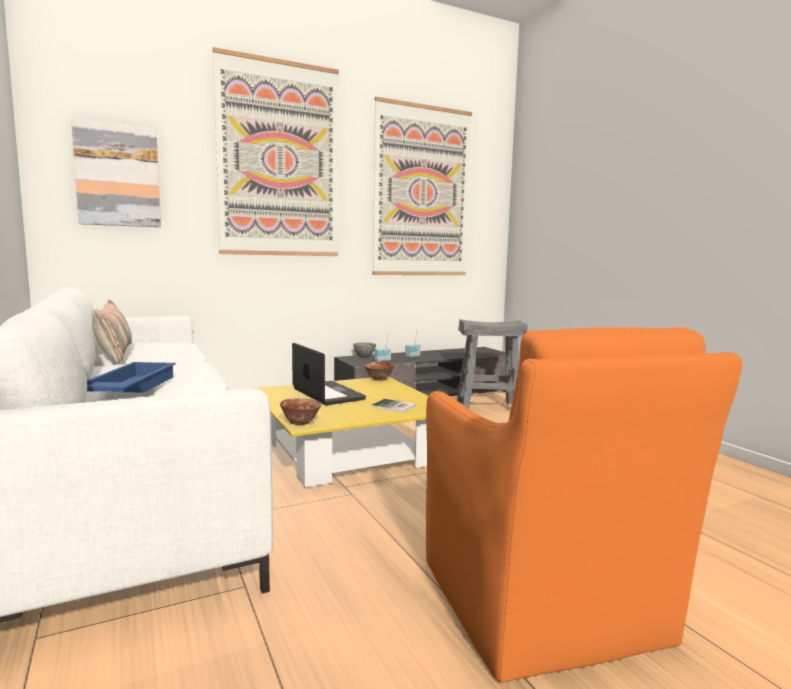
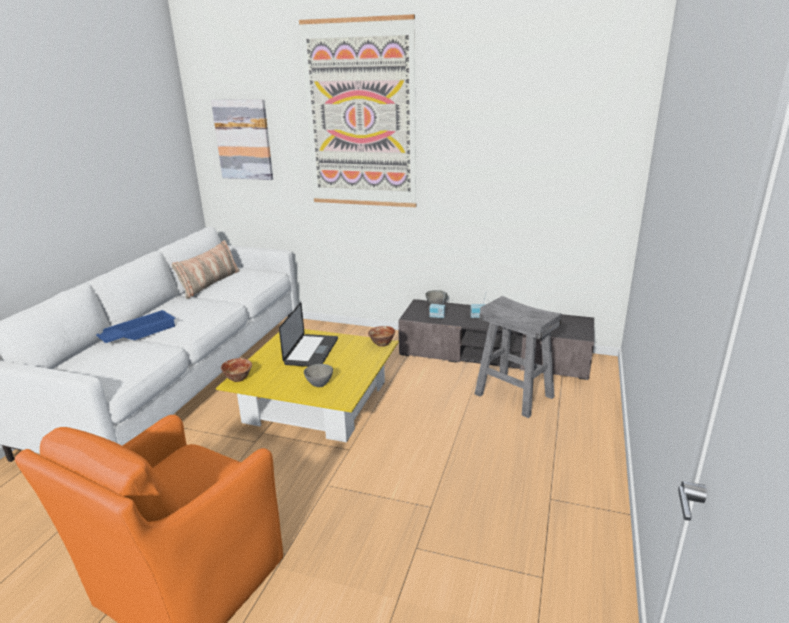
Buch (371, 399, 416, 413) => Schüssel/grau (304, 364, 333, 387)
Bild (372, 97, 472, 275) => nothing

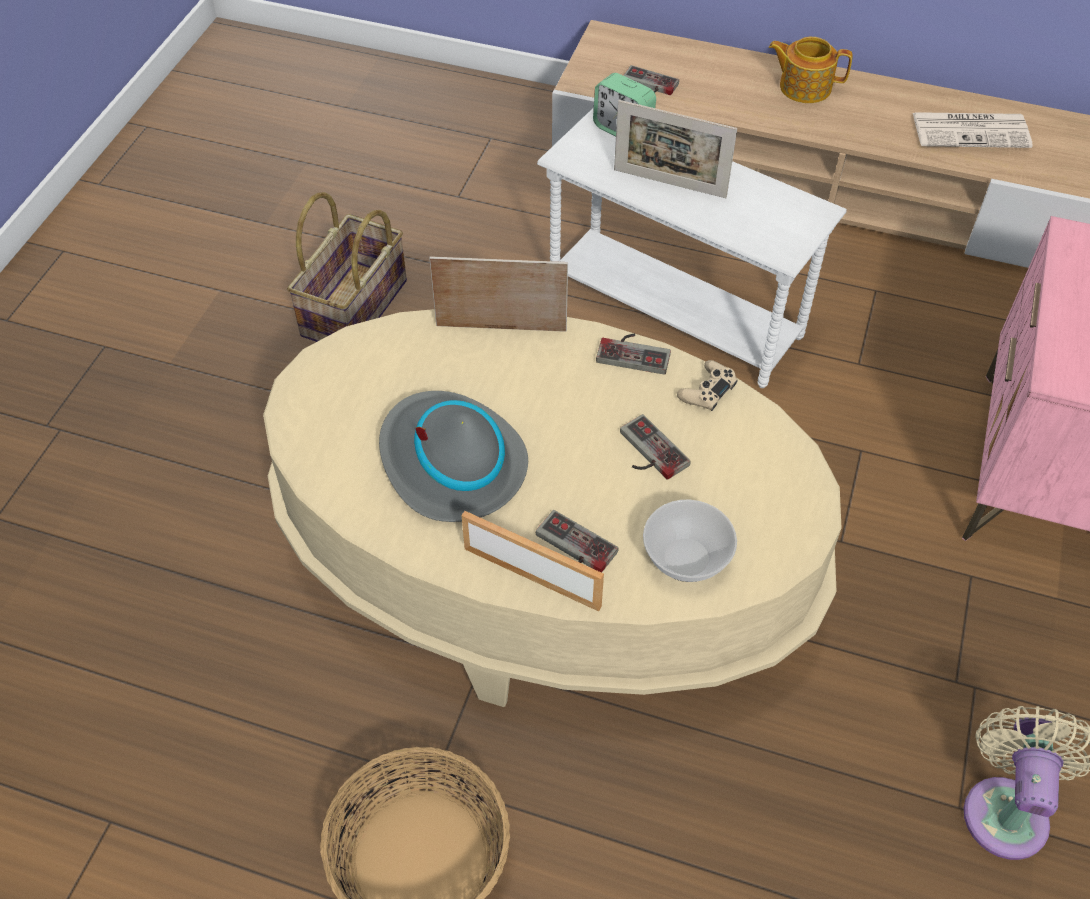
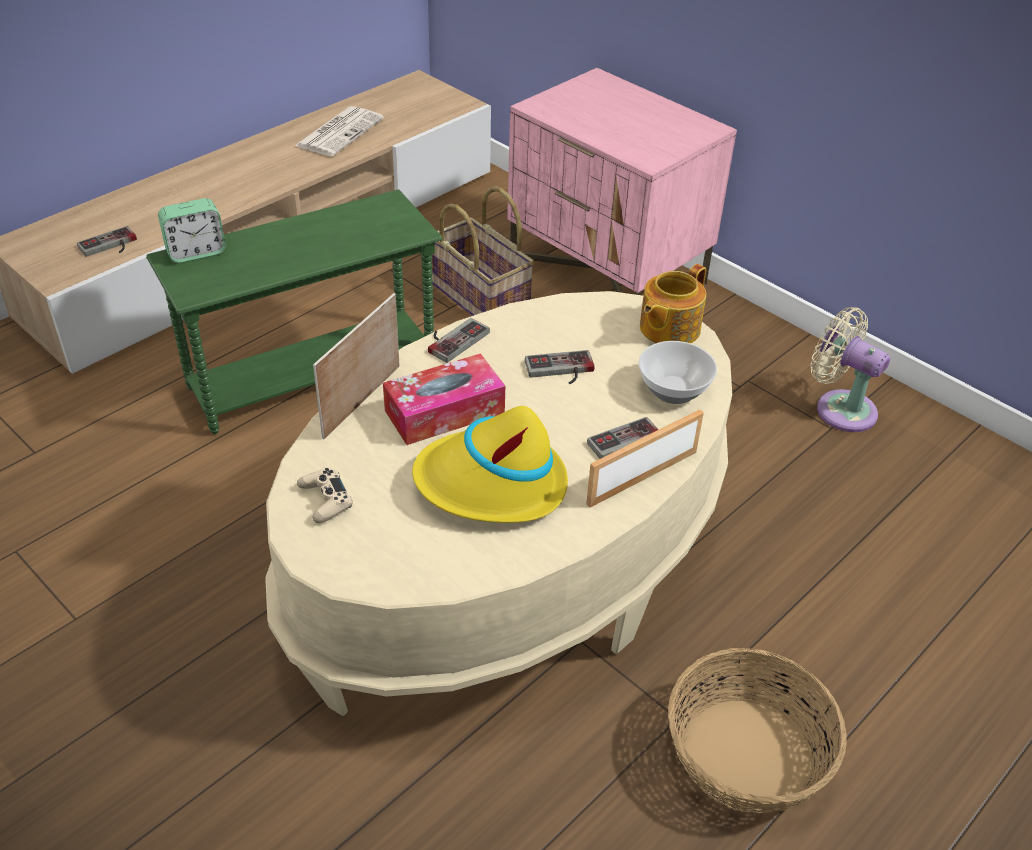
Beistelltisch/weiß (537, 107, 846, 388) => Beistelltisch/grün (146, 189, 442, 434)
Gamepad/beige (677, 360, 738, 411) => Gamepad/beige (297, 467, 352, 523), shifted
nothing => Taschentuchbox (383, 353, 505, 445)
Hut/grau (379, 391, 528, 522) => Hut/gelb (412, 406, 568, 523)
Korb (287, 192, 407, 342) => Korb (432, 186, 534, 316), shifted
Teekanne (769, 37, 853, 103) => Teekanne (640, 264, 706, 343), shifted
Bilderrahmen (614, 100, 737, 198) => nothing

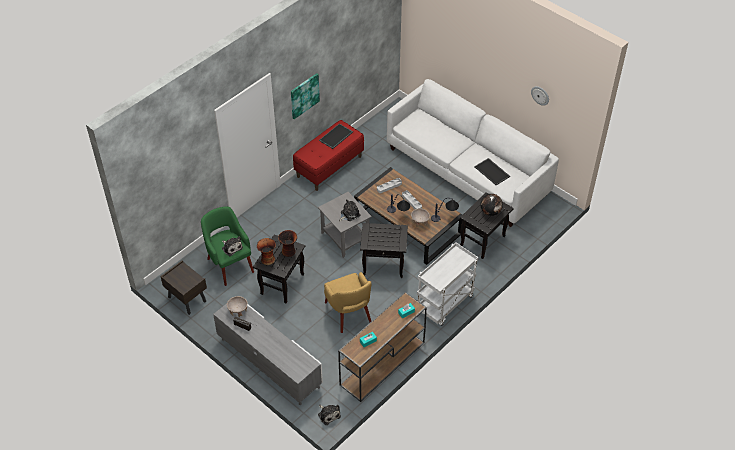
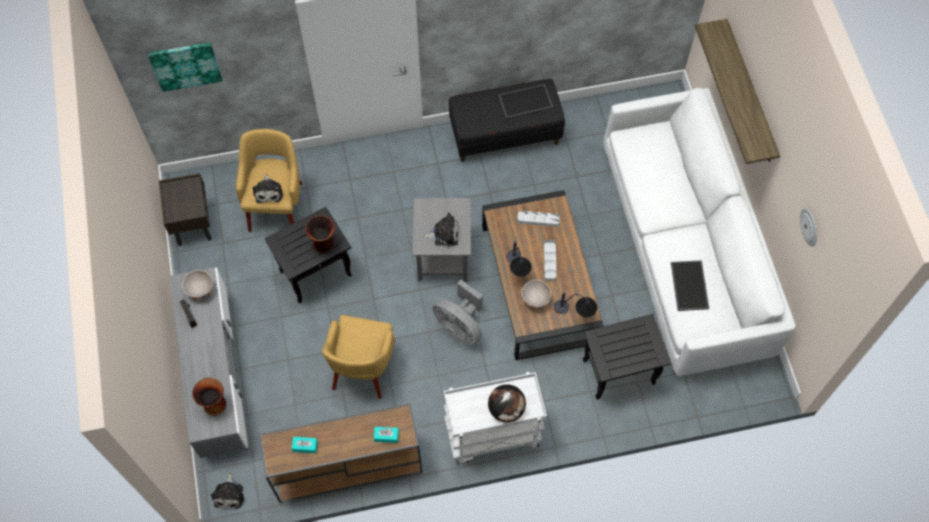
Bild (291, 73, 320, 119) => Bild (148, 42, 223, 92), shifted
Vase (257, 238, 276, 265) => Vase (192, 378, 226, 416), shifted
Sessel/grün (201, 206, 254, 286) => Sessel/gelb (236, 129, 303, 232)
Beistelltisch/schwarz (360, 223, 408, 278) => Ventilator/grau (433, 280, 483, 345)
Bank/rot (293, 120, 364, 191) => Bank/schwarz (449, 79, 565, 162)
Globus (480, 194, 503, 216) => Globus (488, 384, 526, 423), shifted
nothing => Wandregal (695, 19, 780, 164)

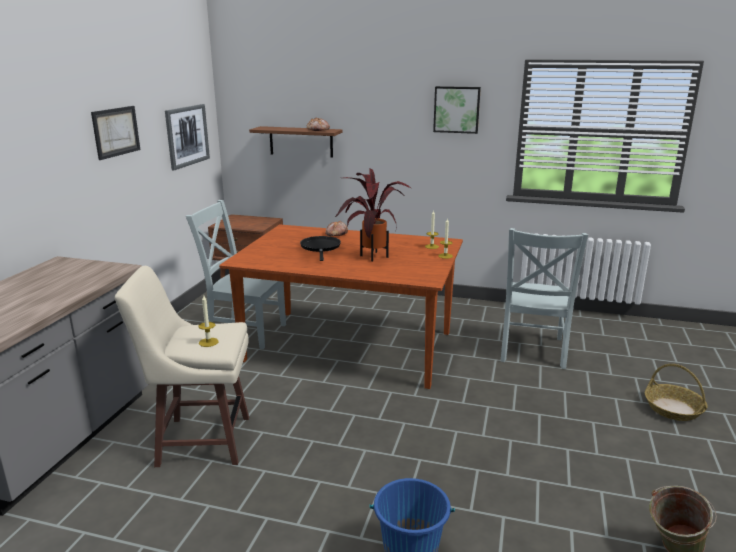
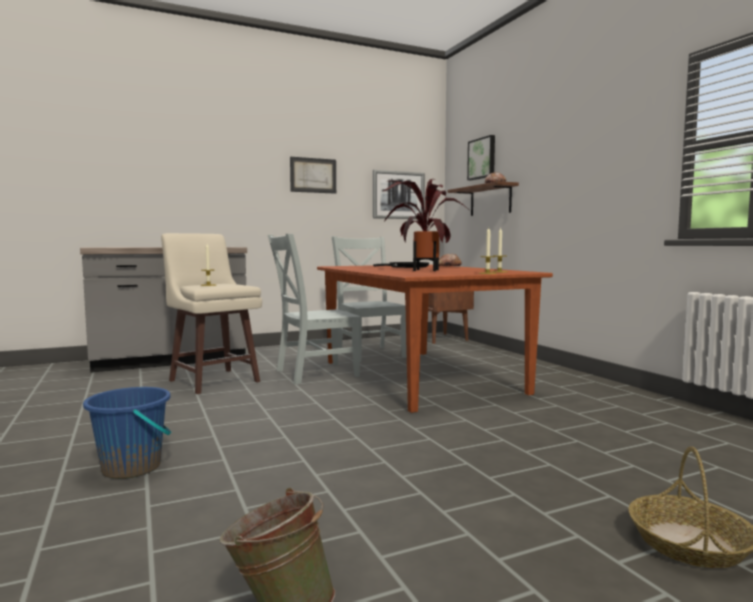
Stuhl/grau (501, 228, 588, 369) => Stuhl/grau (268, 234, 361, 385), shifted
Bild (433, 86, 481, 134) => Bild (467, 135, 495, 180), shifted

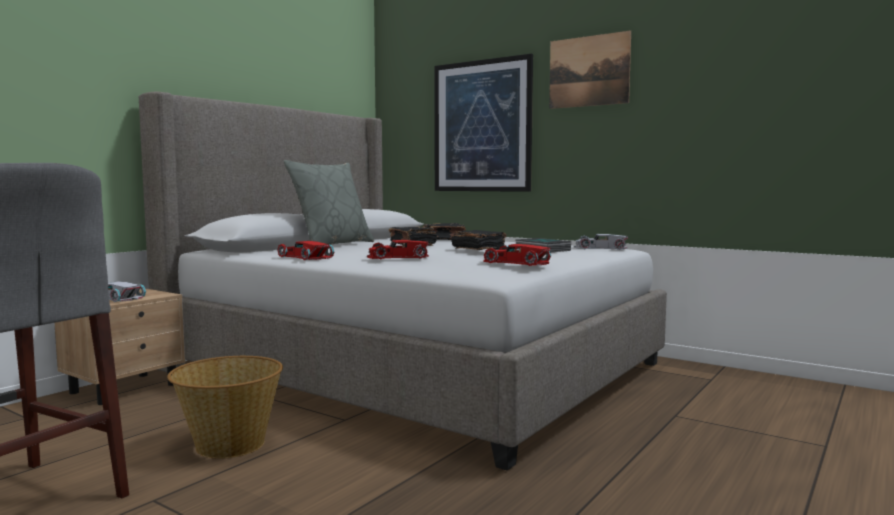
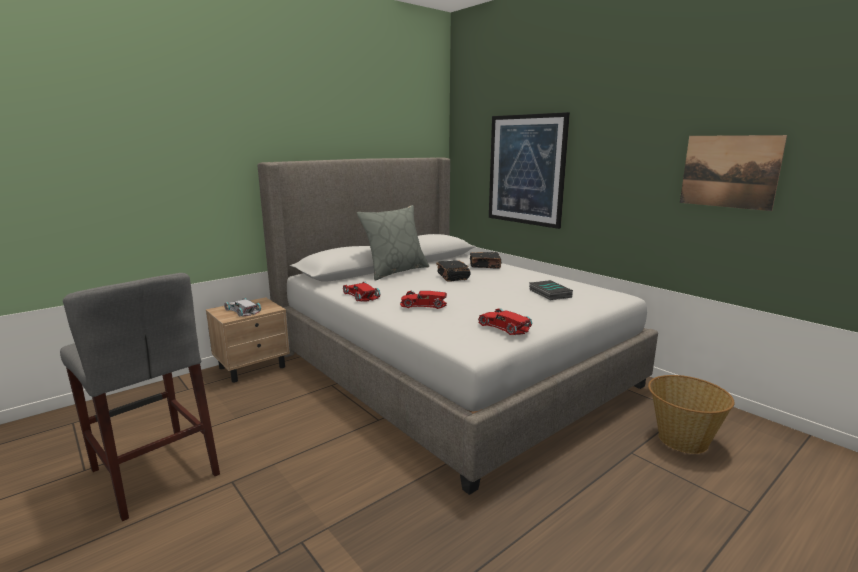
Korb (167, 356, 283, 459) => Korb (648, 375, 734, 454), shifted
Bild (549, 30, 631, 109) => Bild (680, 135, 787, 211), shifted
Buch/schwarz (451, 230, 507, 250) => nothing
Spielzeugauto/weiß (574, 234, 628, 250) => nothing

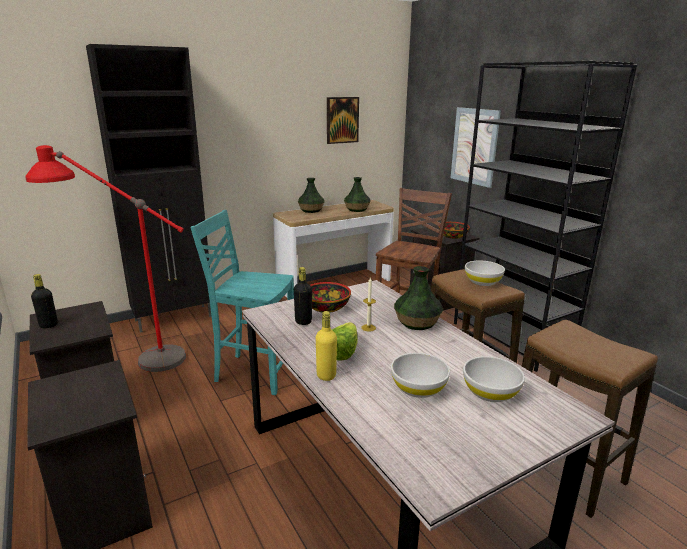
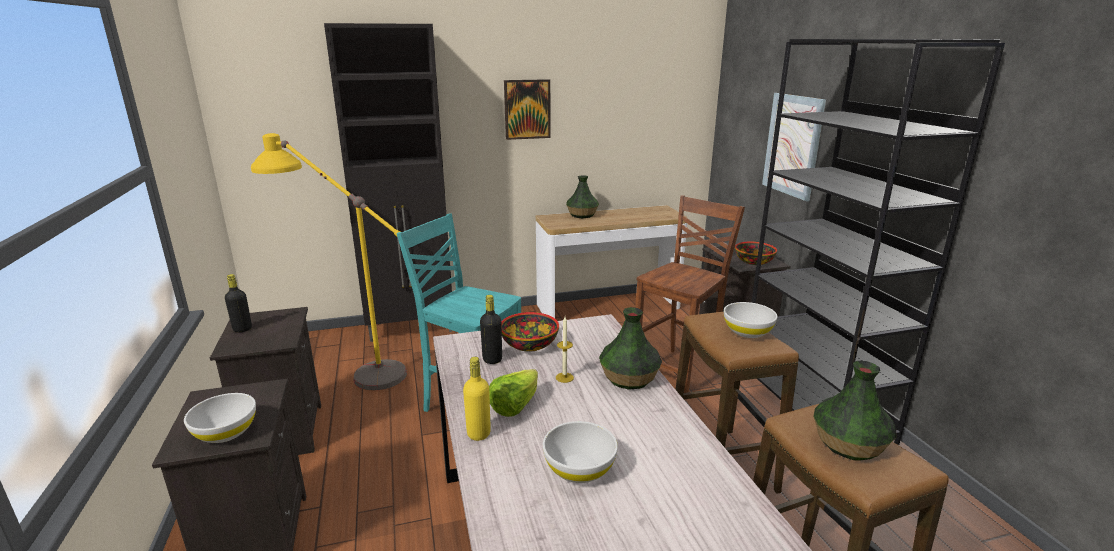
Schüssel/weiß (463, 356, 525, 402) => Schüssel/weiß (184, 393, 256, 443), shifted
Stehlampe/rot (25, 145, 186, 372) => Stehlampe/gelb (251, 133, 407, 390)
Bild (327, 97, 359, 144) => Bild (504, 79, 551, 140), shifted
Vase (344, 177, 371, 212) => Vase (813, 361, 896, 461), shifted

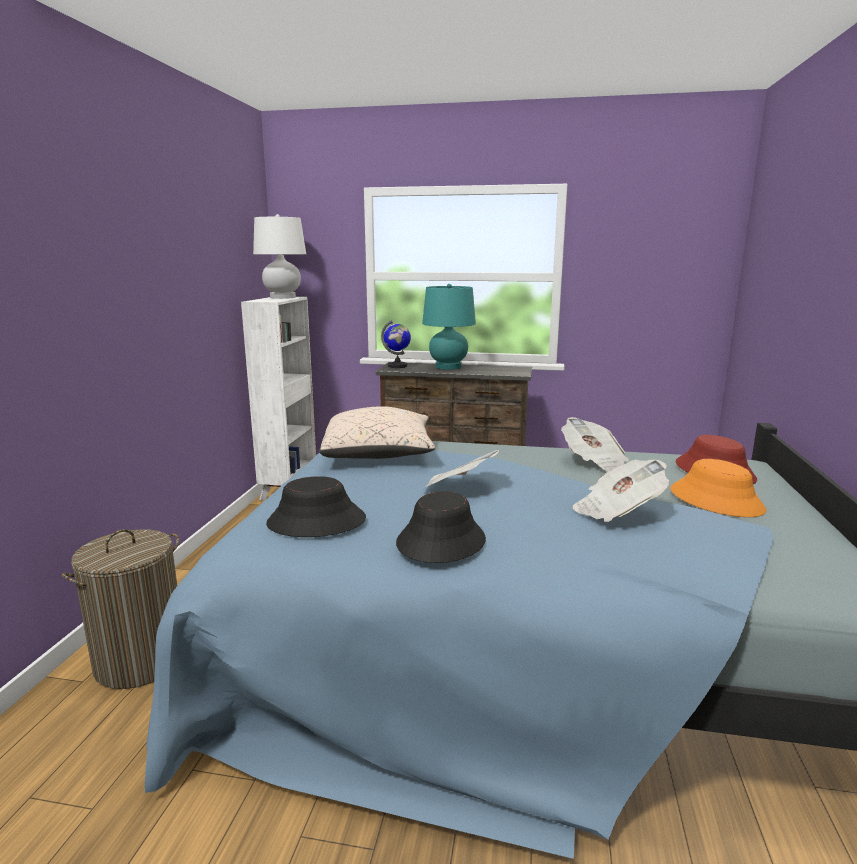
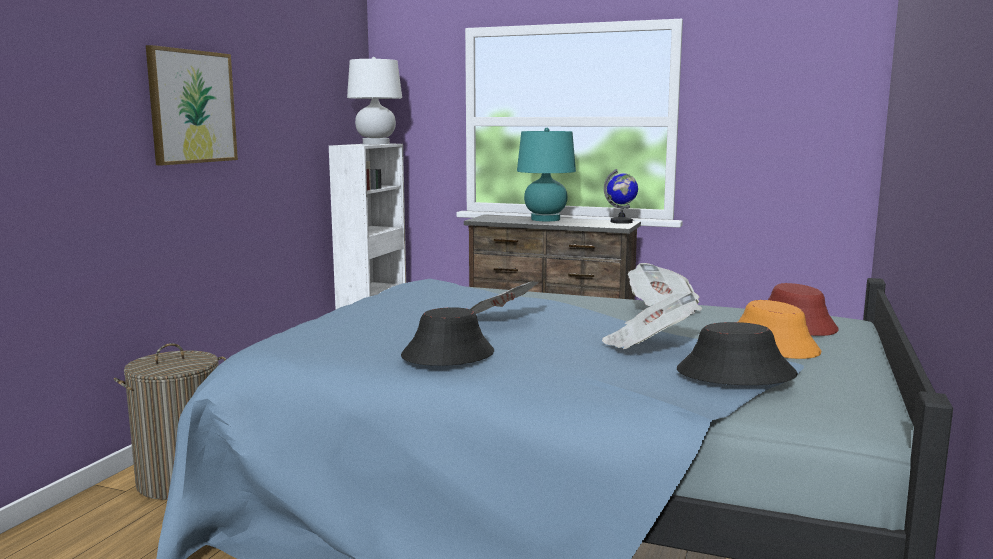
nothing => Bild (146, 45, 238, 165)
Globus (381, 320, 411, 368) => Globus (604, 169, 638, 224), shifted
Hut/schwarz (266, 476, 366, 537) => Hut/schwarz (677, 322, 798, 385), shifted
Kissen/beige (319, 406, 435, 459) => nothing

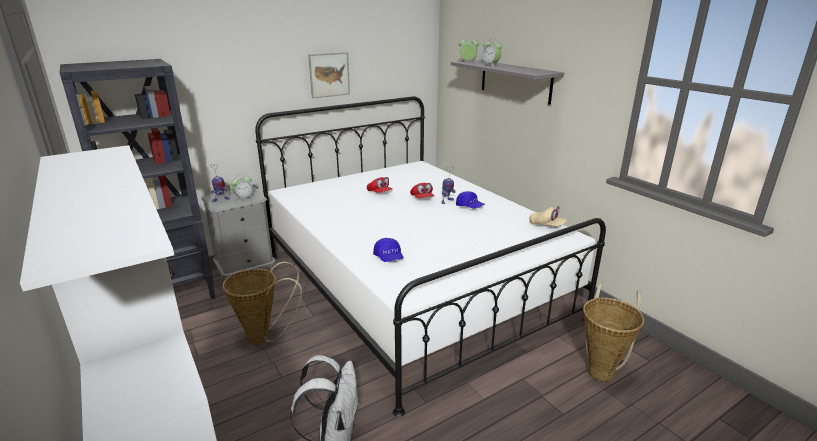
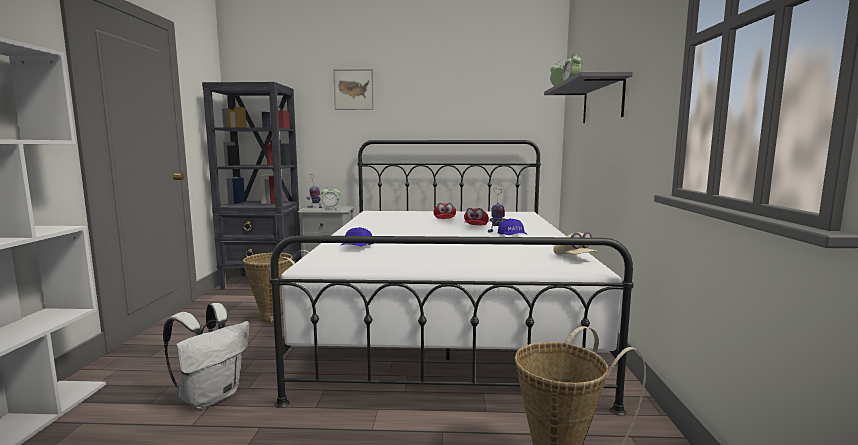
Bild (308, 52, 350, 98) => Bild (333, 69, 374, 110), shifted

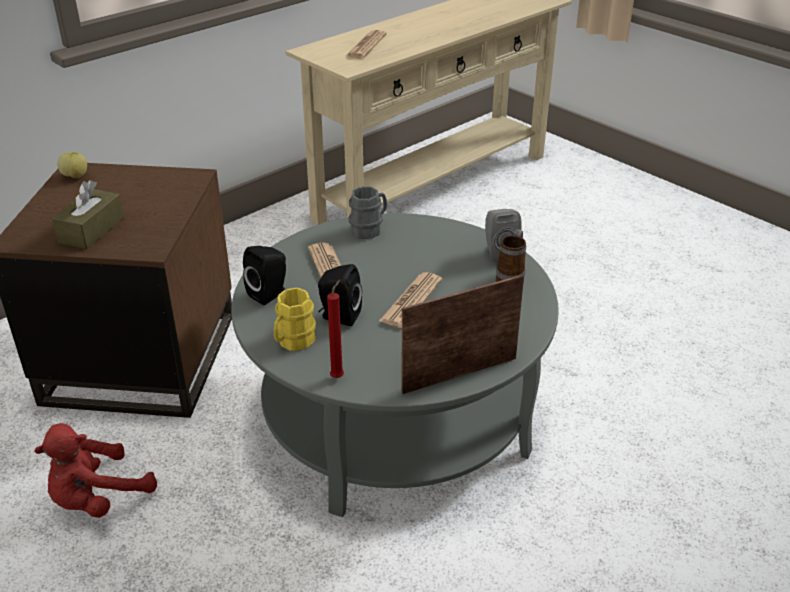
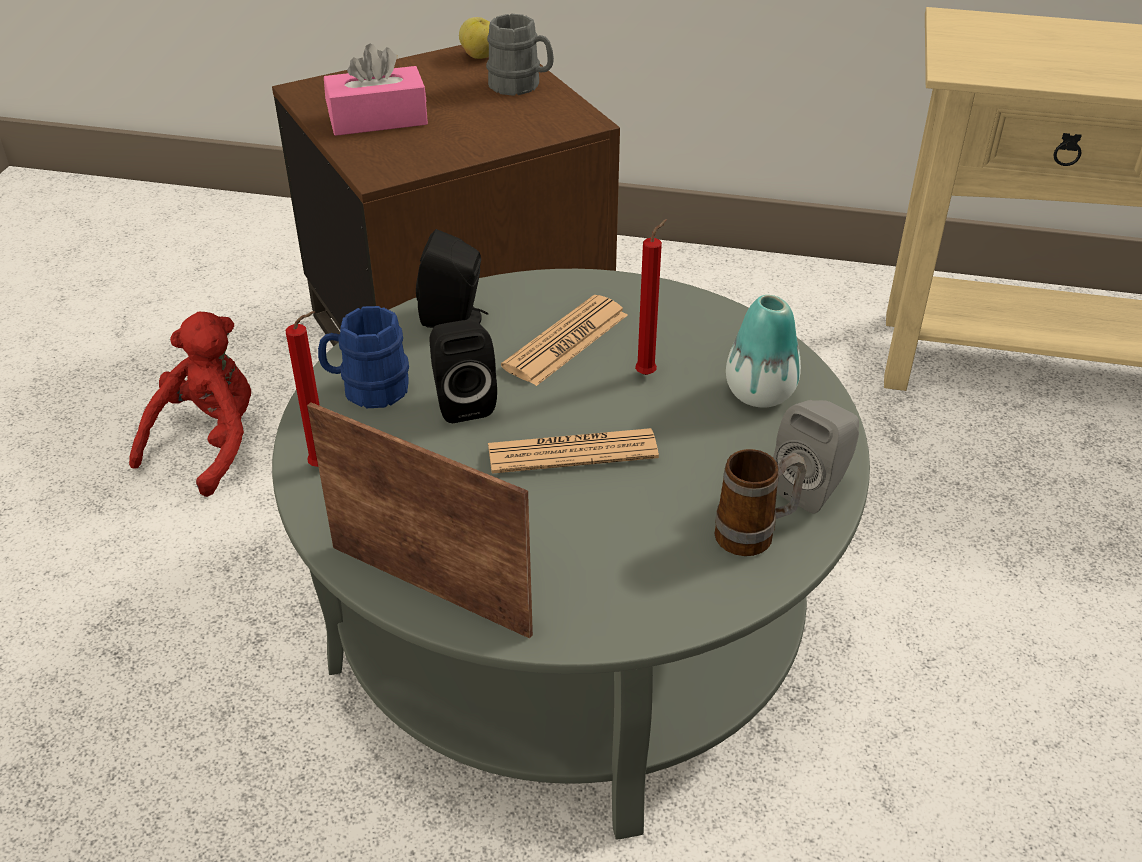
Plüschtier/rot (35, 423, 157, 518) => Plüschtier/rot (129, 312, 251, 497), 105 degrees clockwise
Henkelbecher/gelb (274, 288, 316, 351) => Henkelbecher/blau (318, 306, 409, 408)
Taschentuchbox/braun (52, 180, 124, 249) => Taschentuchbox/rosa (324, 44, 428, 136)
Henkelbecher/grau (349, 186, 387, 239) => Henkelbecher/grau (486, 14, 554, 96), shifted
nothing => Kerze/rot (635, 219, 667, 375)
nothing => Vase (726, 295, 801, 408)
Zeitung (346, 30, 387, 58) => nothing

